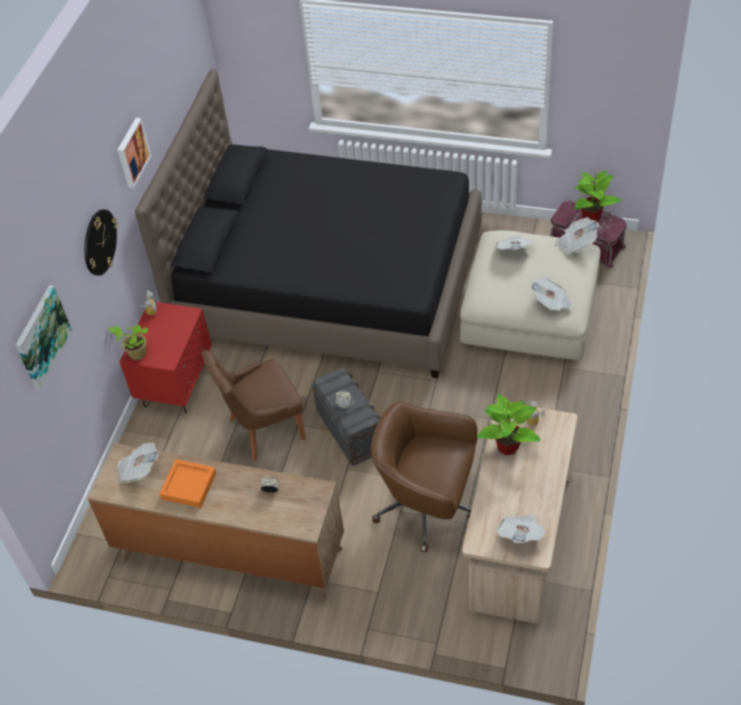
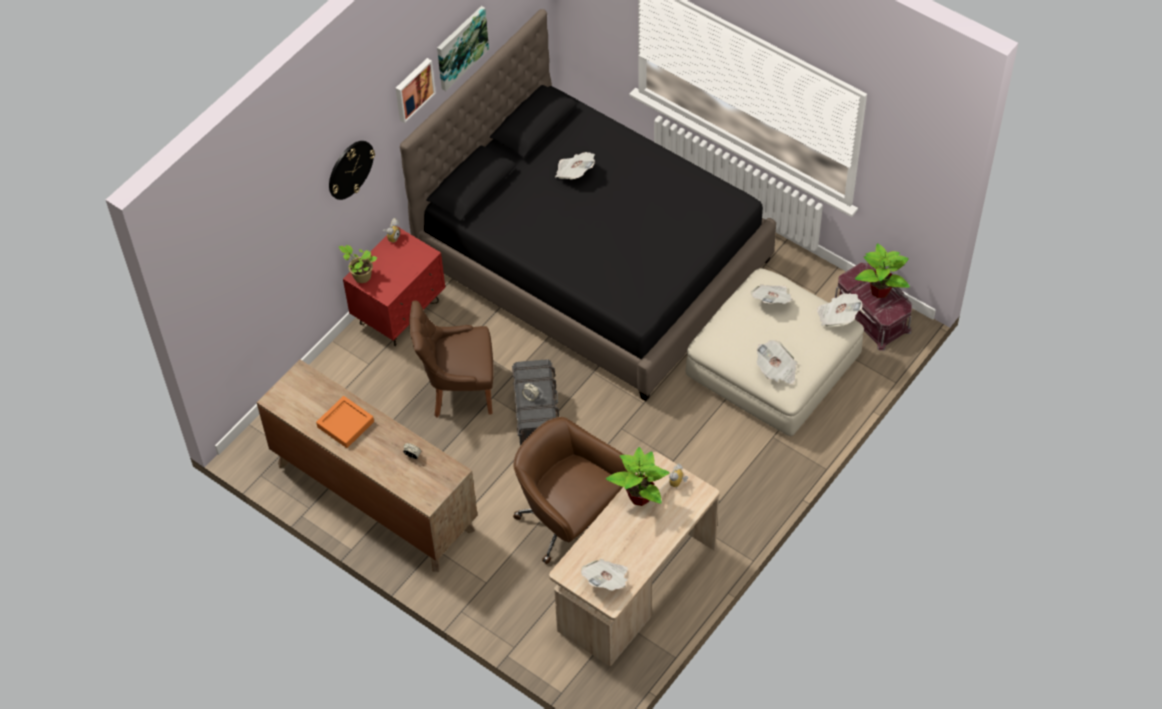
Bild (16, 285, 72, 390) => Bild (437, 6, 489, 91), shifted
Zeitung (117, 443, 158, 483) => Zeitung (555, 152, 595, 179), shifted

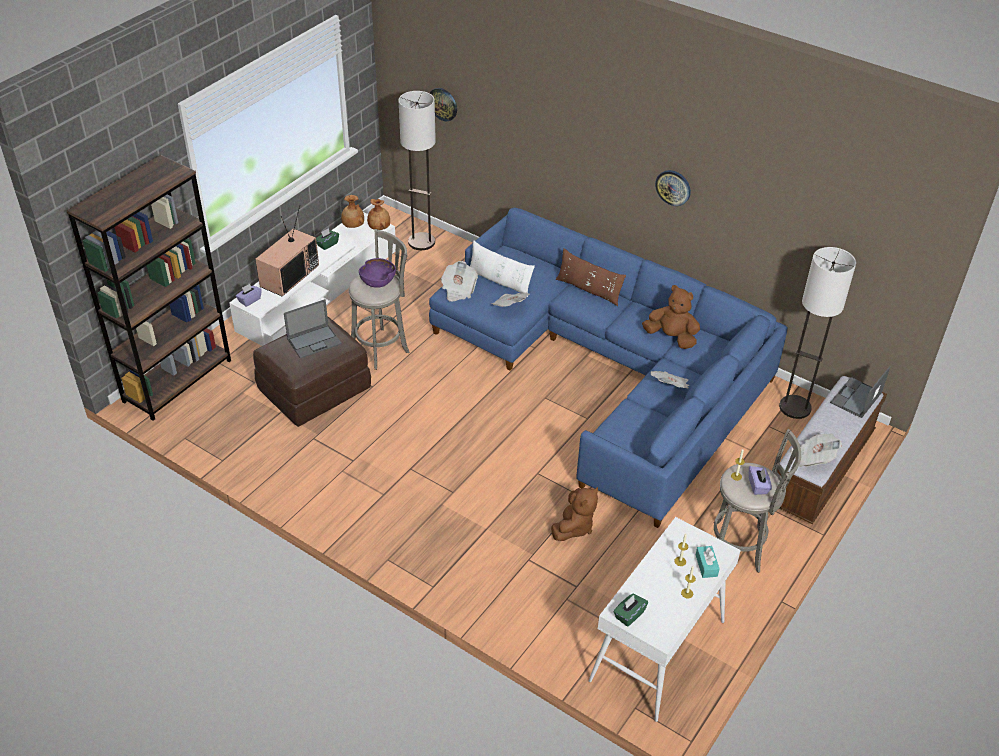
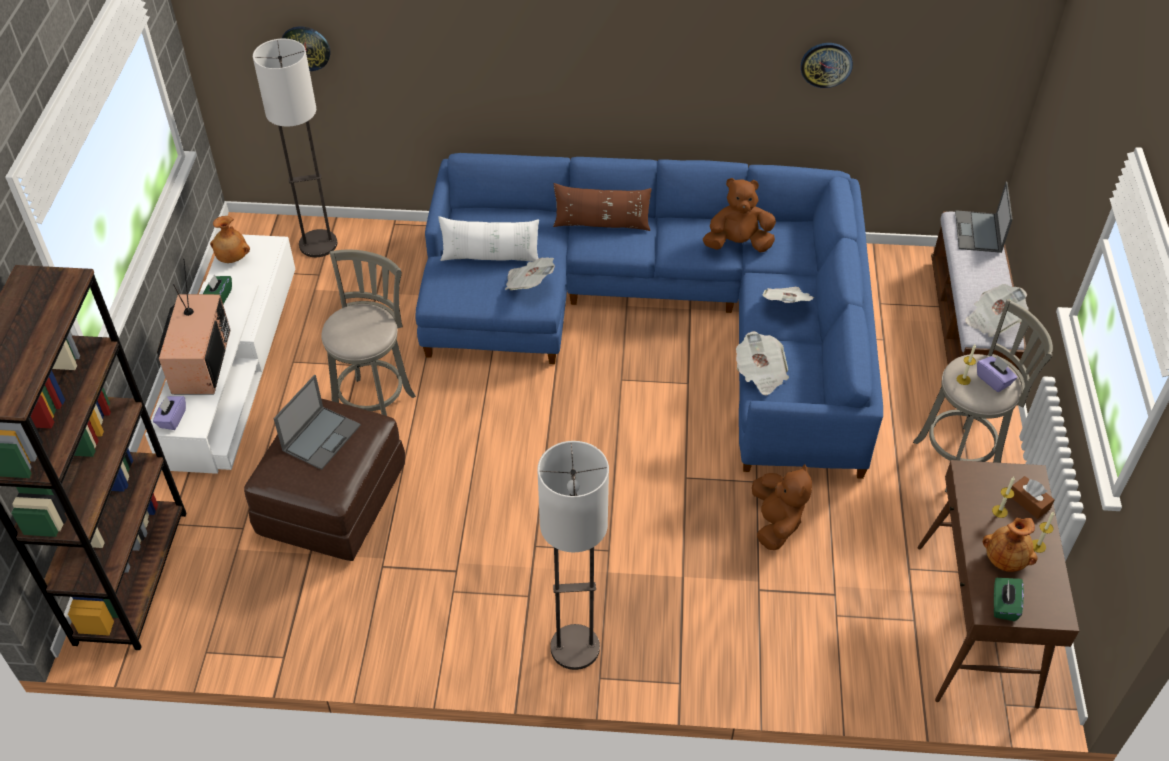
Stehlampe (779, 247, 856, 419) => Stehlampe (537, 441, 609, 670), shifted
Zeitung (441, 261, 478, 301) => Zeitung (736, 331, 789, 396), shifted
Wanduhr (655, 170, 691, 206) => Wanduhr (801, 43, 853, 88), shifted
Konsolentisch/weiß (589, 517, 741, 722) => Konsolentisch/braun (918, 460, 1079, 709)
Vase/braun (367, 199, 390, 230) => Vase/braun (983, 517, 1037, 572), shifted
Taschentuchbox/türkis (696, 546, 719, 578) => Taschentuchbox/braun (1011, 476, 1055, 519)
Schüssel/lila (359, 258, 396, 288) => nothing

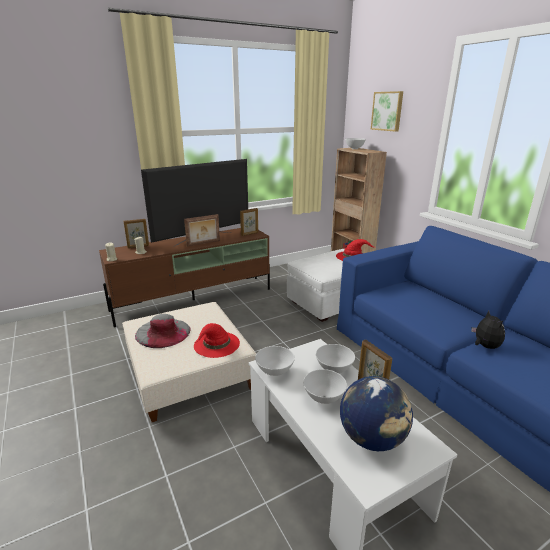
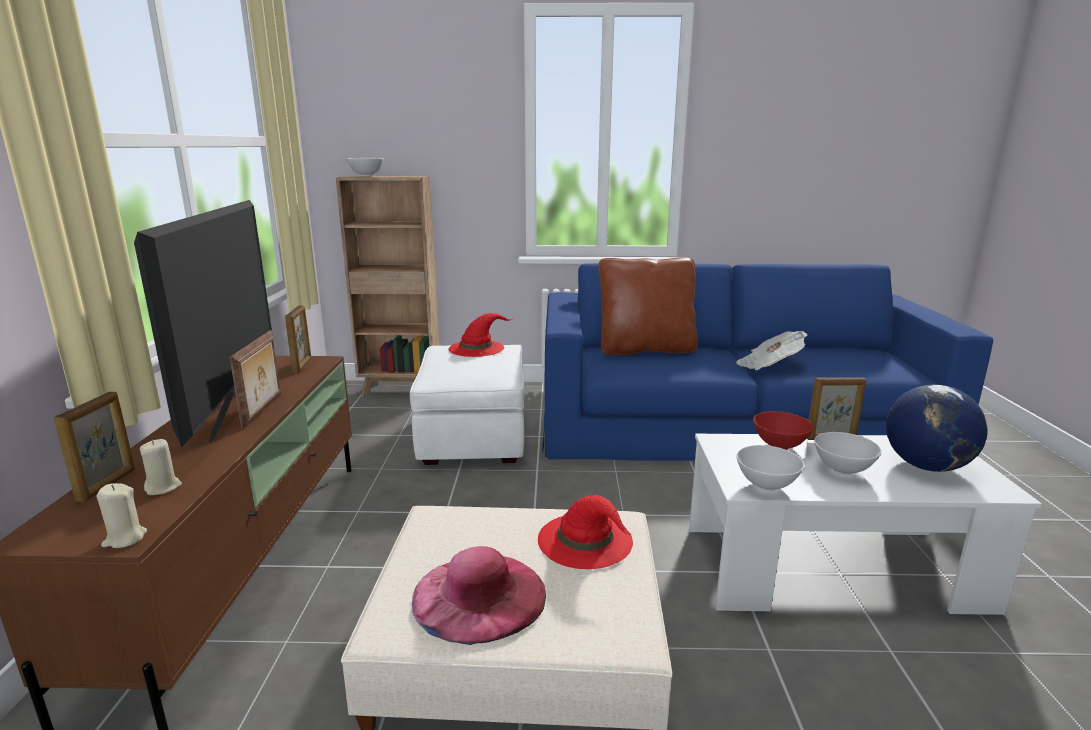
Hut/grau (135, 314, 191, 348) => Hut/rosa (412, 546, 546, 645)
nothing => Kissen/braun (598, 257, 698, 355)
Plüschtier (471, 311, 505, 349) => Zeitung (736, 331, 808, 370)
Schüssel/weiß (316, 344, 355, 373) => Schüssel/rot (753, 411, 814, 450)
Bild (371, 91, 403, 132) => nothing

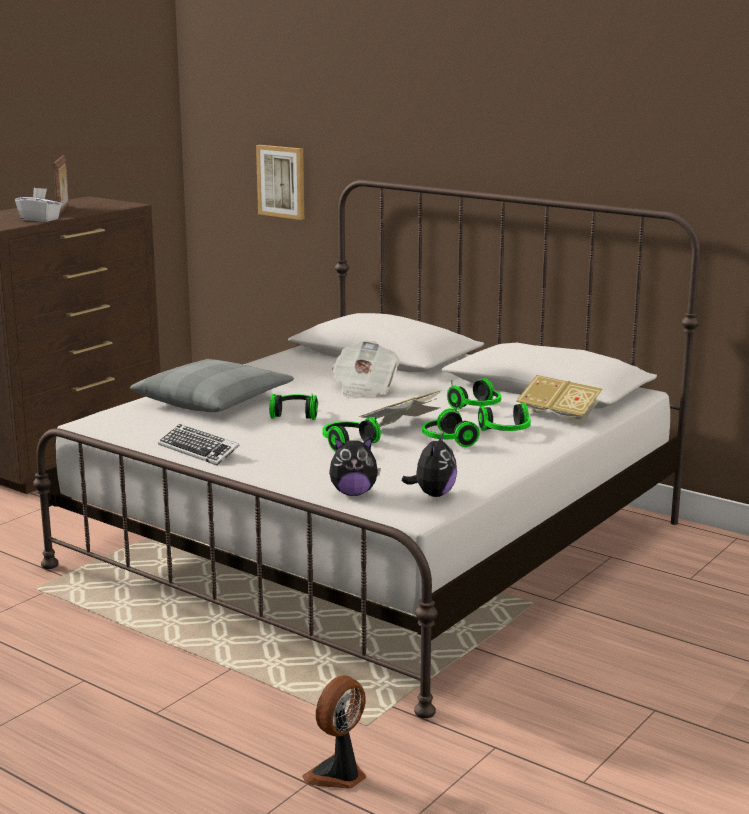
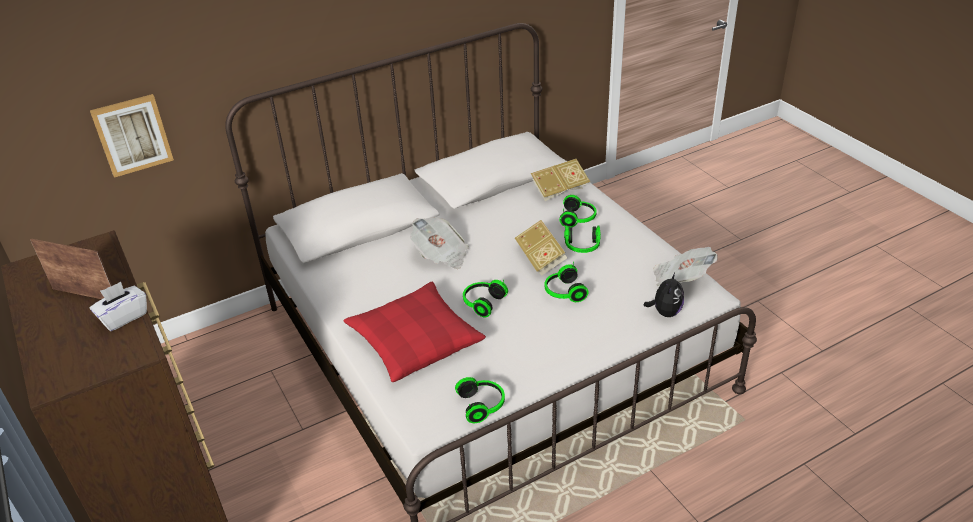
Kissen/grau (130, 359, 294, 412) => Kissen/rot (344, 282, 486, 382)
Kopfhörer (447, 378, 501, 410) => Kopfhörer (455, 377, 505, 423), shifted
Plüschtier (402, 432, 457, 497) => Zeitung (653, 247, 718, 286)
Tastatur (158, 424, 240, 465) => nothing
Ventilator (302, 675, 366, 789) => nothing

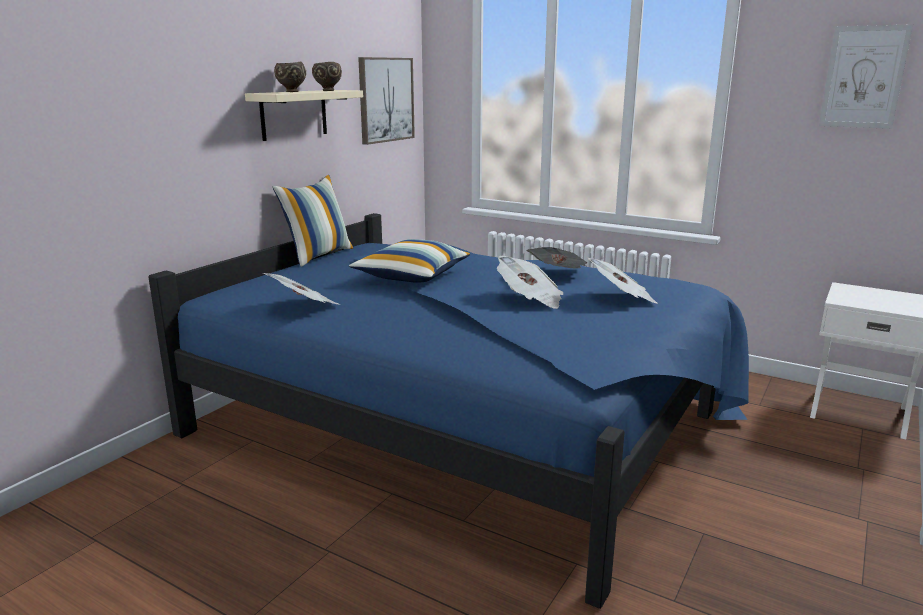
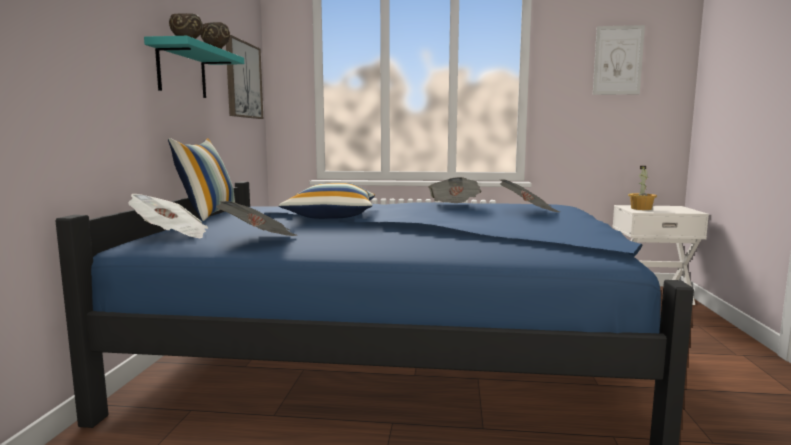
Zeitung (497, 256, 563, 309) => Zeitung (128, 194, 208, 238), shifted
Wandregal/beige (245, 90, 363, 141) => Wandregal/türkis (144, 36, 244, 98)
nothing => Topfpflanze (628, 166, 657, 210)

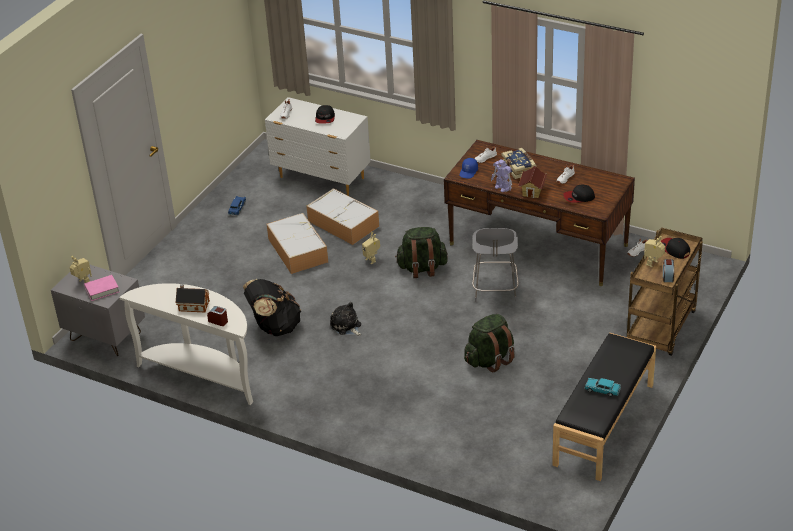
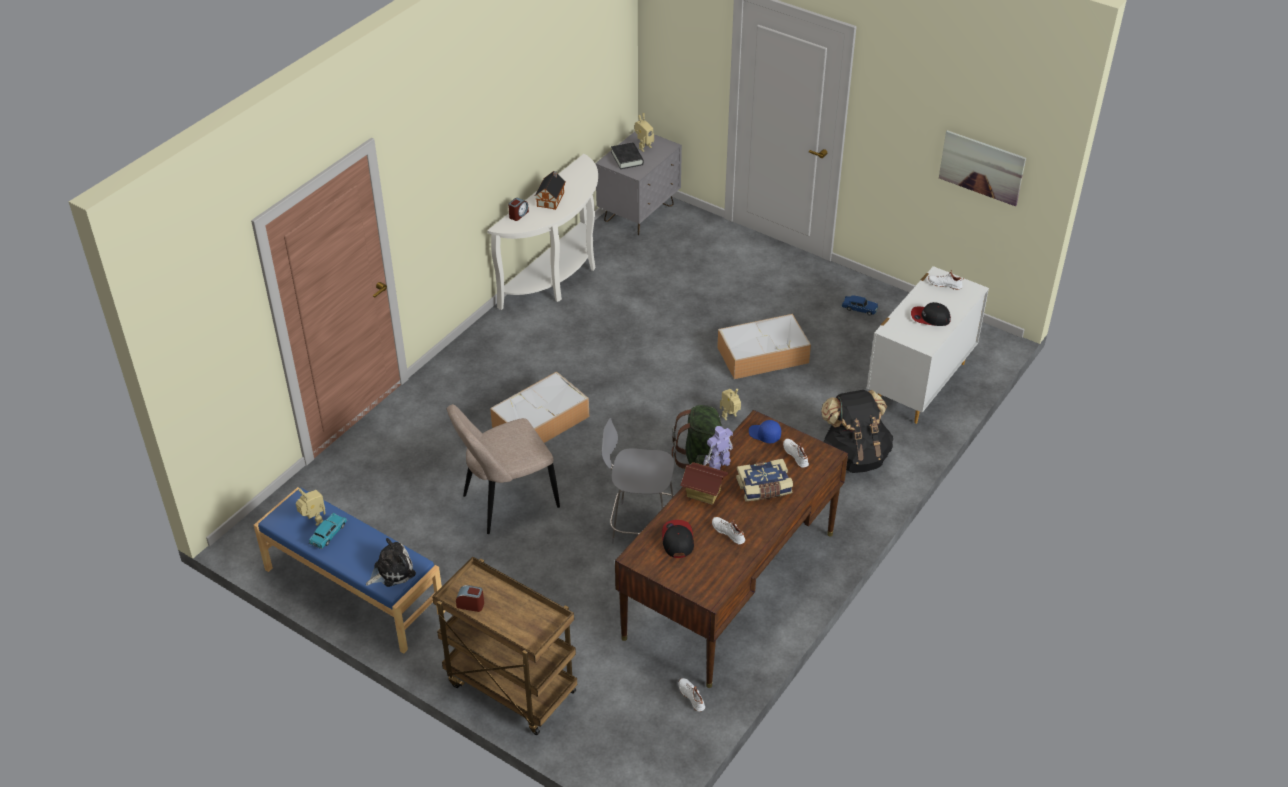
Bank/schwarz (552, 333, 656, 481) => Bank/blau (254, 487, 445, 654)
Spielzeugroboter (644, 236, 665, 267) => Spielzeugroboter (296, 489, 326, 526), shifted
Plüschtier (330, 302, 361, 336) => Plüschtier (366, 538, 416, 587), shifted
Rucksack/grün (464, 314, 515, 372) => Stuhl/beige (447, 404, 560, 534)
Aufbewahrungsbox (306, 188, 379, 245) => Aufbewahrungsbox (490, 371, 589, 443), shifted
Buch/rosa (84, 275, 119, 301) => Buch/schwarz (611, 143, 644, 169)
Rucksack/schwarz (243, 279, 301, 336) => Rucksack/schwarz (821, 390, 893, 473), shifted
nothing => Bild (939, 130, 1026, 206)
Kappe (660, 238, 690, 259) => nothing

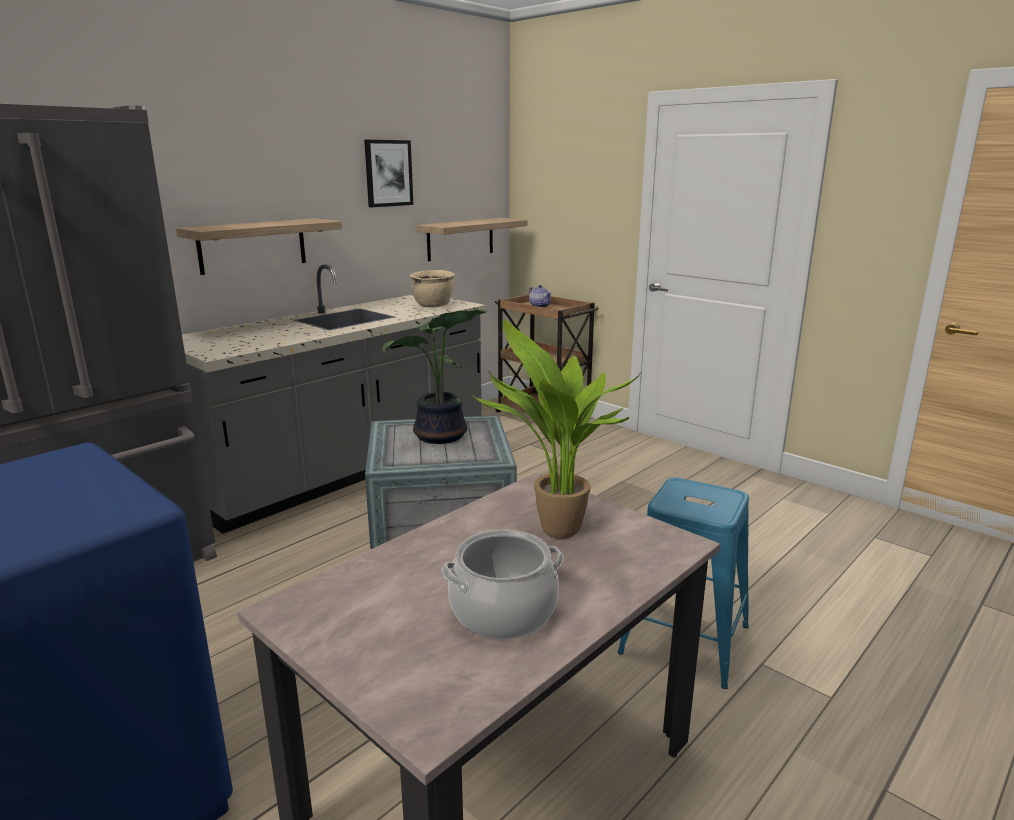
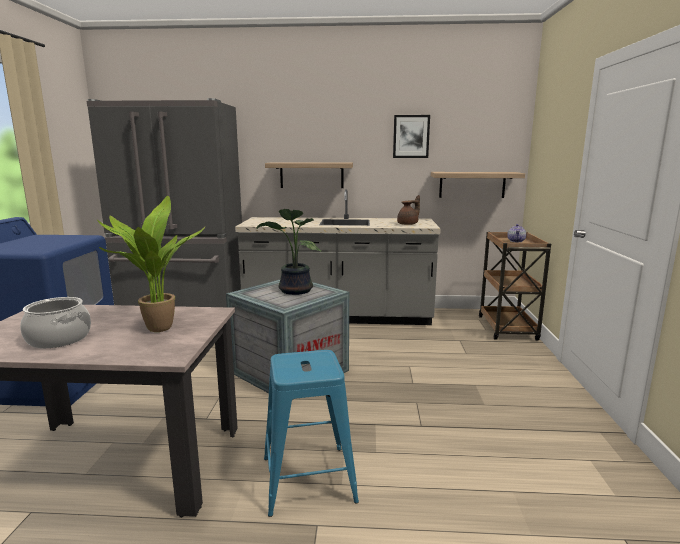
Kochtopf/beige (410, 270, 455, 307) => Teekanne/braun (397, 195, 420, 225)

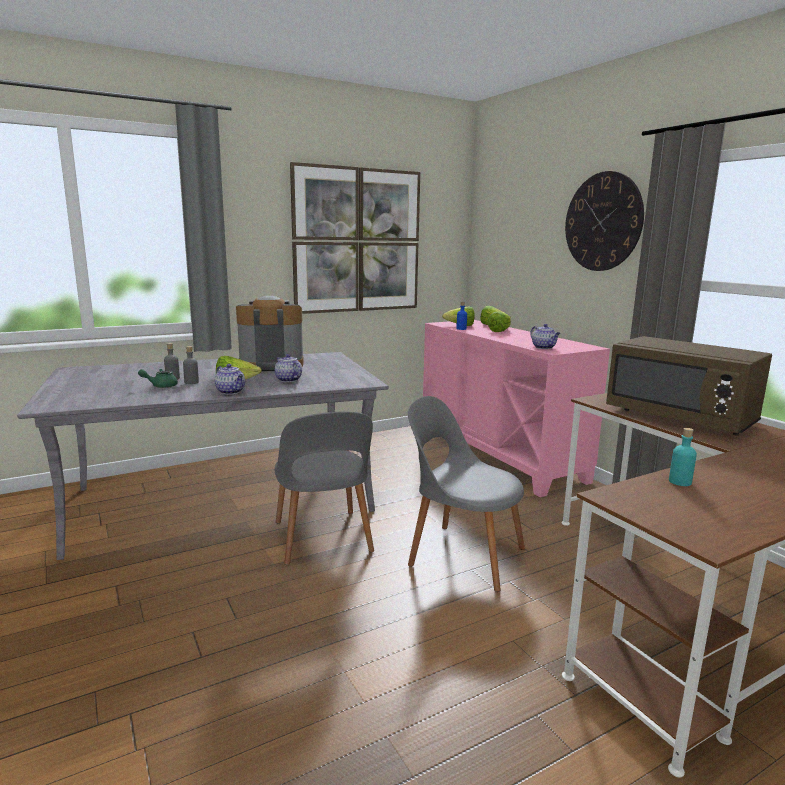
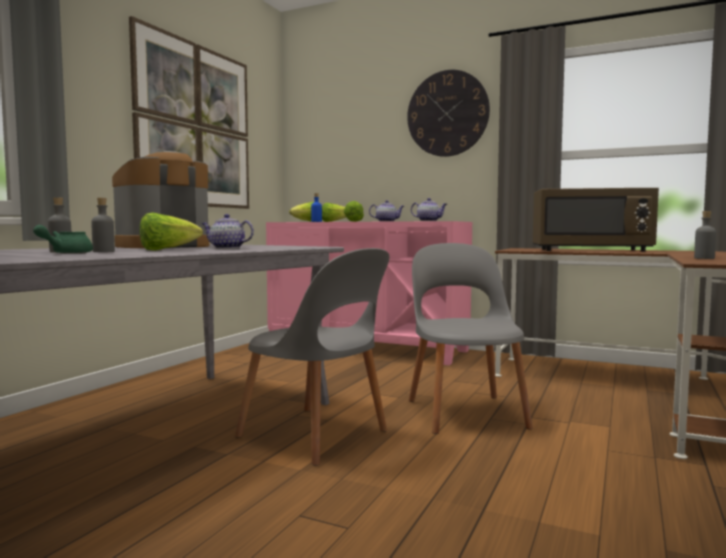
Teekanne (215, 364, 245, 394) => Teekanne (369, 200, 404, 222), shifted
Stuhl/grau (408, 396, 525, 592) => Stuhl/grau (409, 243, 533, 434), 90 degrees clockwise
Flasche/türkis (669, 428, 697, 486) => Flasche/grau (694, 211, 716, 259)

